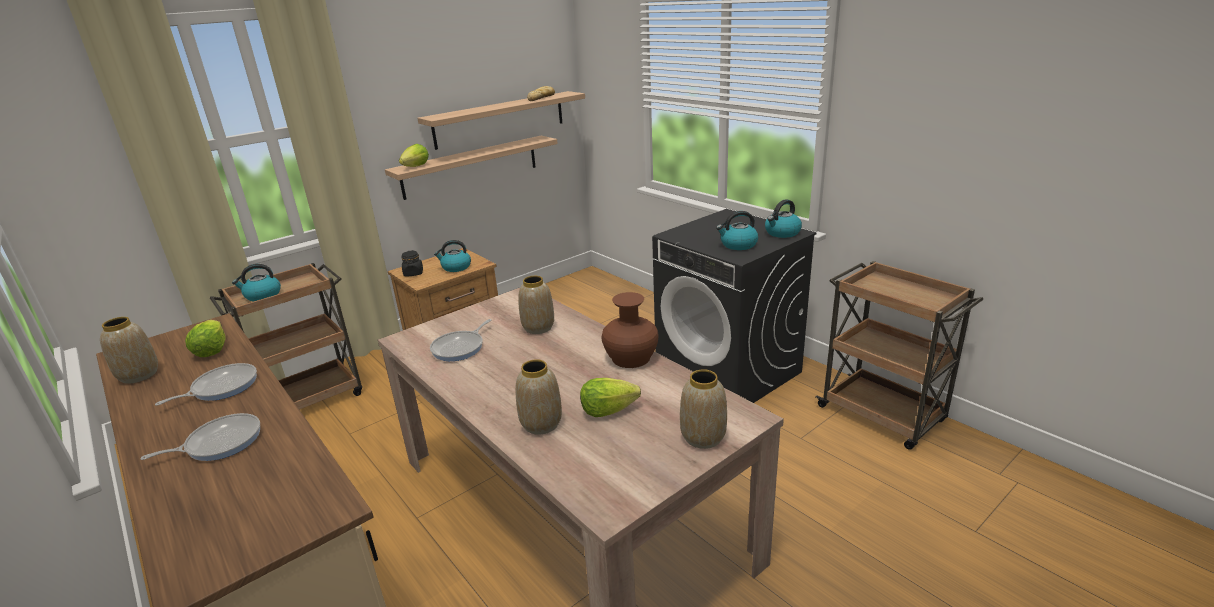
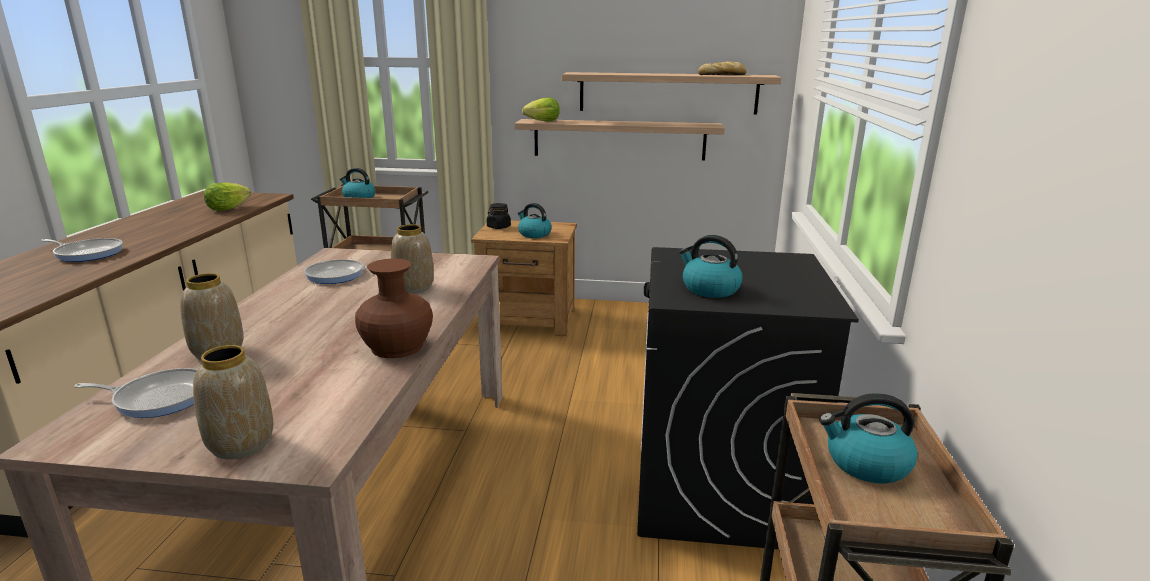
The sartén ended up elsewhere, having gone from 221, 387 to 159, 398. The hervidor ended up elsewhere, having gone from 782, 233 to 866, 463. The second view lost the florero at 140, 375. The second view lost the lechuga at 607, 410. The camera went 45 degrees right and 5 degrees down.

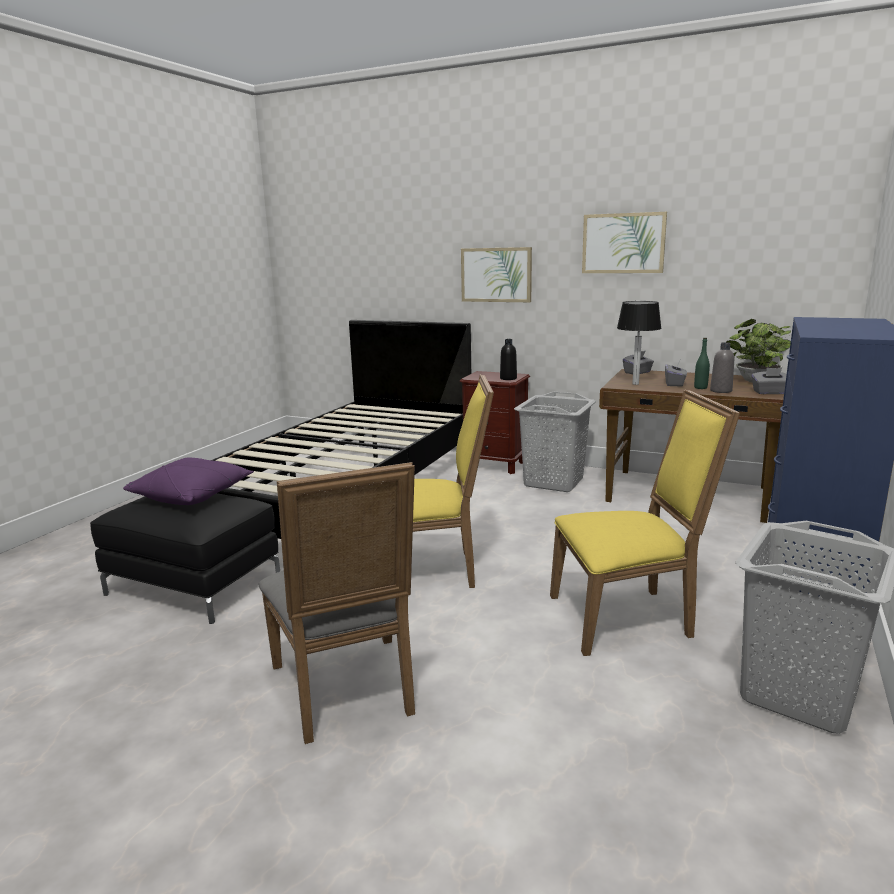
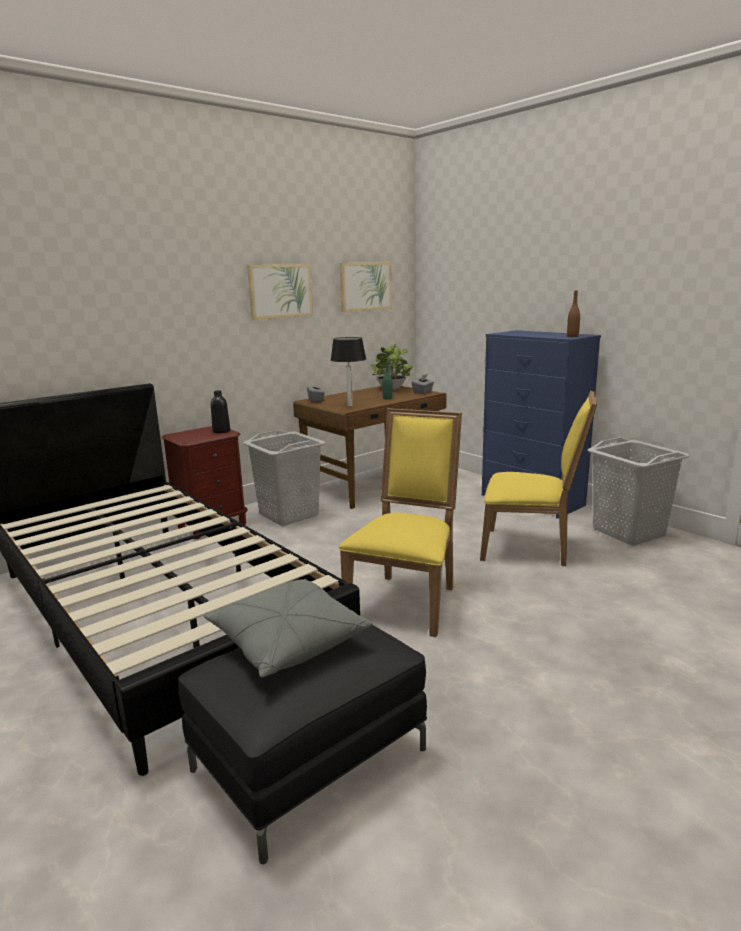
What was the cojín/morado at 193, 495 turned into the cojín/gris at 287, 642. The cuadro ended up elsewhere, having gone from 496, 275 to 365, 286. The silla/amarillo at 628, 617 ended up facing another way, 90 degrees clockwise from before. The second view gained the botella/marrón at 572, 336. The second view lost the silla/gris at 348, 693. The second view lost the caja de pañuelos/gris at 674, 384. The second view lost the botella/gris at 721, 391. The camera went 65 degrees left and 0 degrees up.

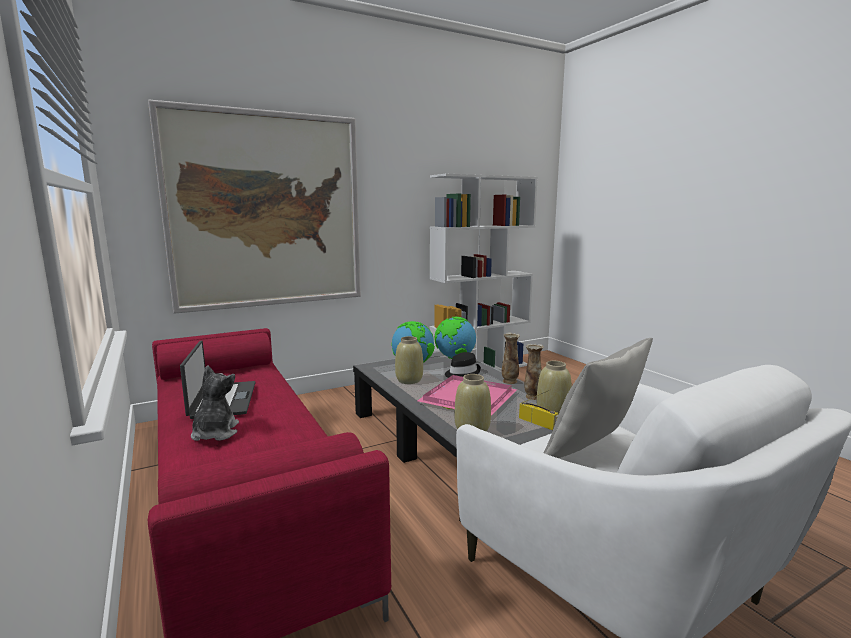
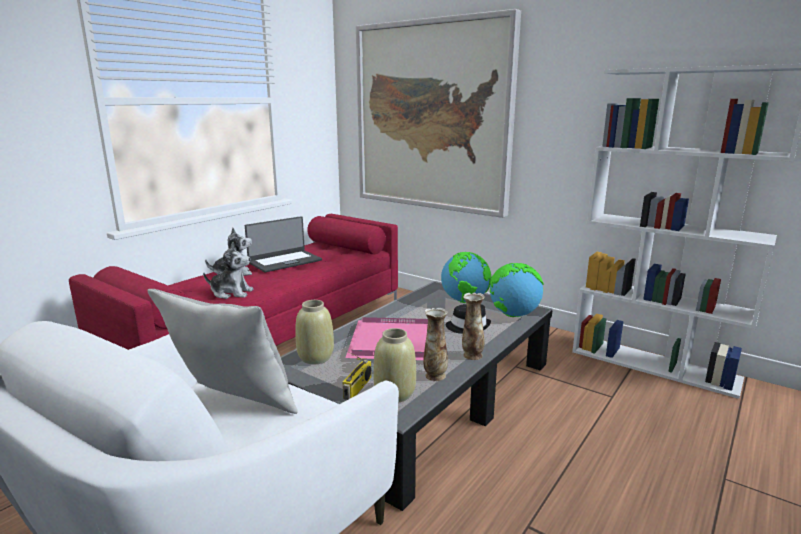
The second view gained the peluche at 231, 293. The second view lost the florero/beis at 409, 380. The camera went 65 degrees right and 5 degrees up.

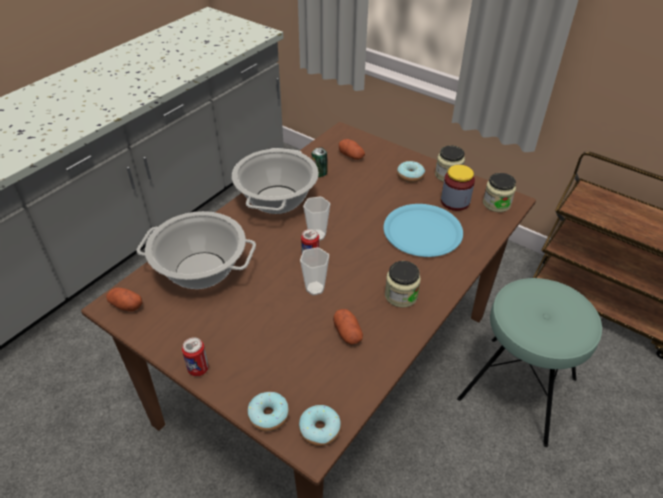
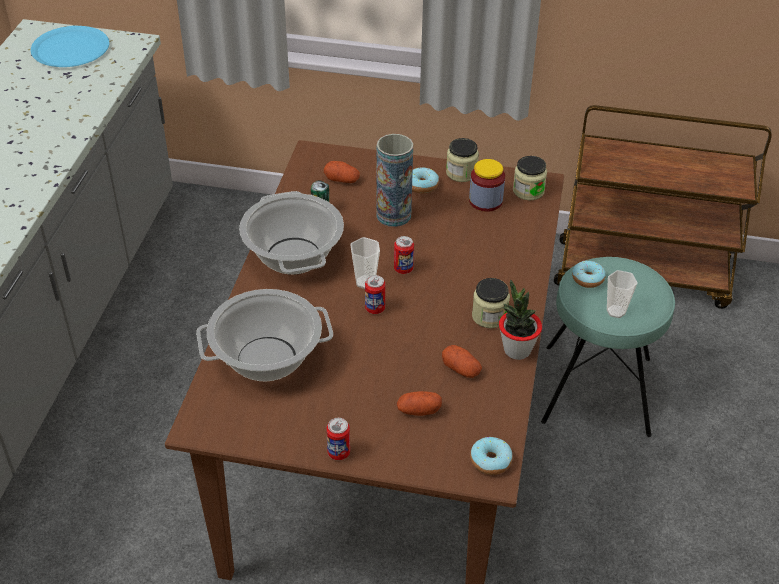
The plato/azul ended up elsewhere, having gone from 422, 231 to 70, 48. The second view gained the florero at 393, 215. The second view gained the lata at 403, 269. The patata ended up elsewhere, having gone from 126, 305 to 418, 410. The second view gained the planta en maceta at 517, 350. The rosquilla ended up elsewhere, having gone from 268, 415 to 587, 279. The taza ended up elsewhere, having gone from 315, 288 to 616, 311. The camera went 25 degrees left and 0 degrees up.

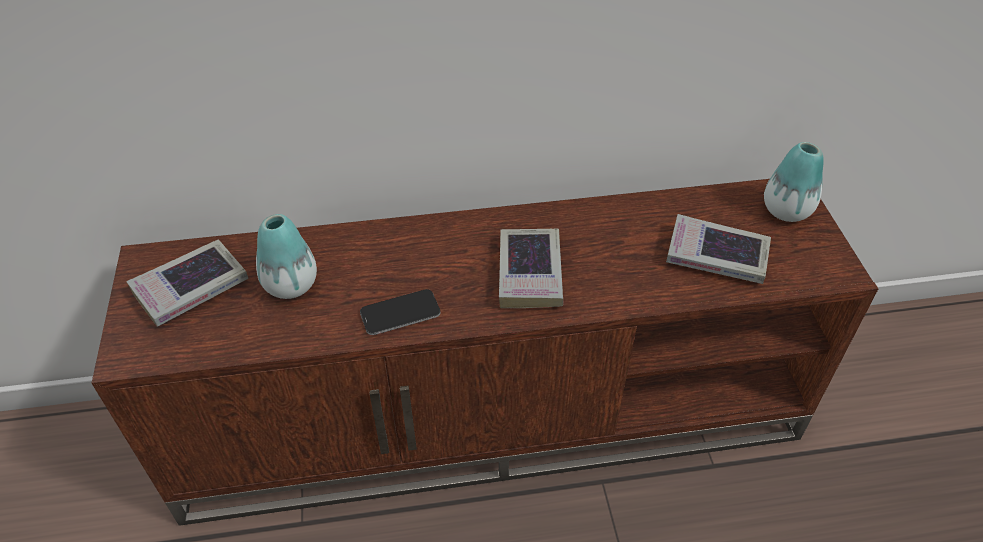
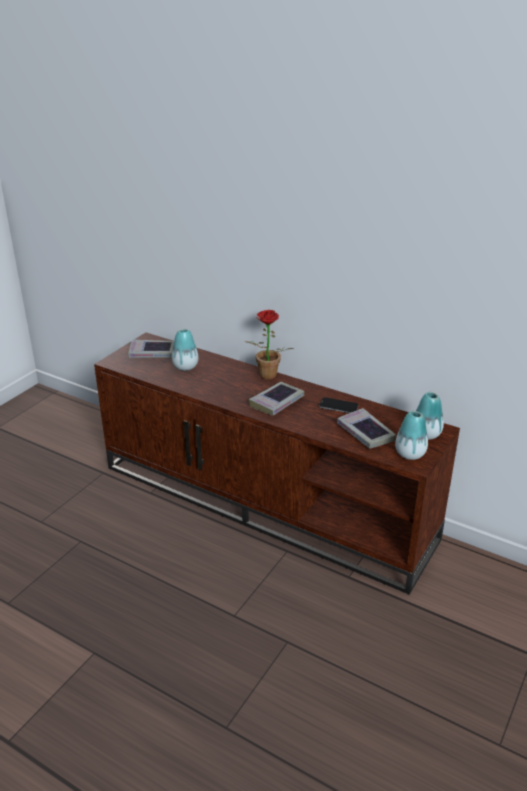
The second view gained the planta en maceta at 266, 376. The móvil ended up elsewhere, having gone from 400, 313 to 338, 406. The second view gained the florero at 410, 454. The camera went 40 degrees right and 15 degrees down.

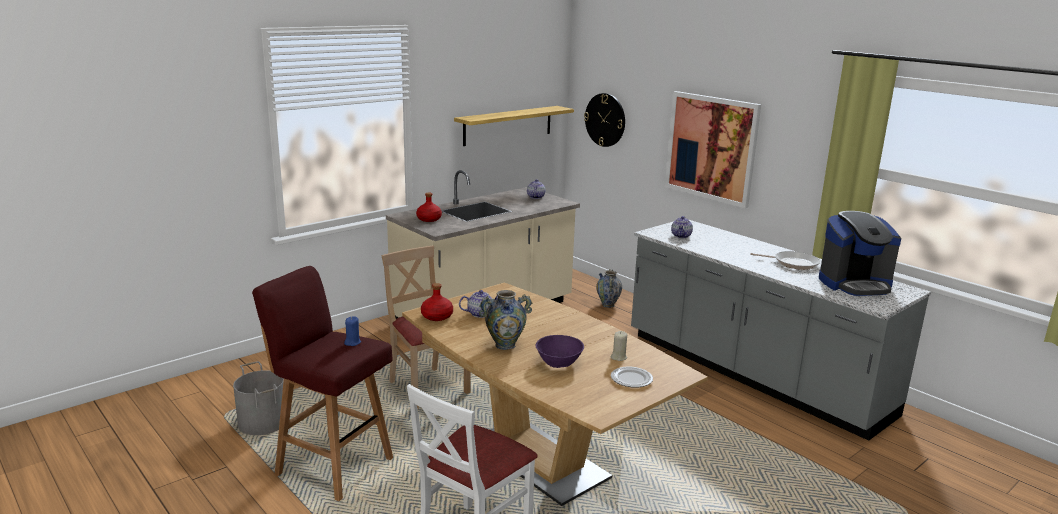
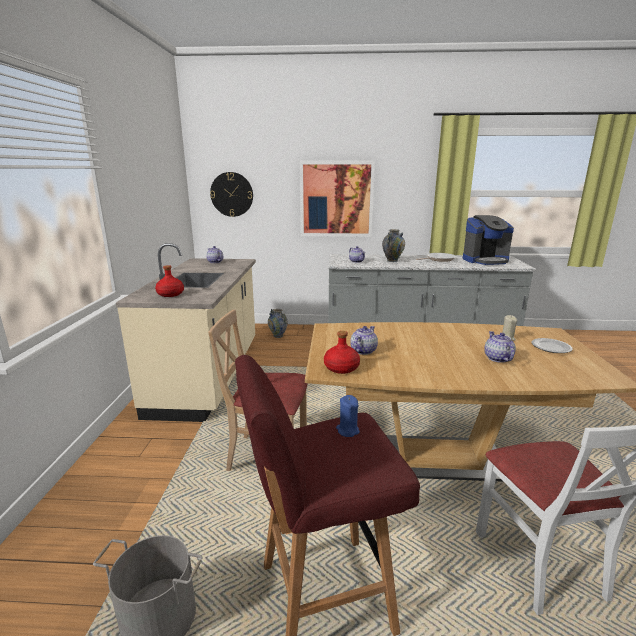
The florero ended up elsewhere, having gone from 505, 345 to 392, 260. The cafetera at 855, 284 ended up facing another way, 45 degrees clockwise from before. Where the cuenco/morado stood at 558, 362, the tetera came to stand at 497, 358. The second view lost the estante at 508, 125. The camera went 45 degrees left and 0 degrees up.

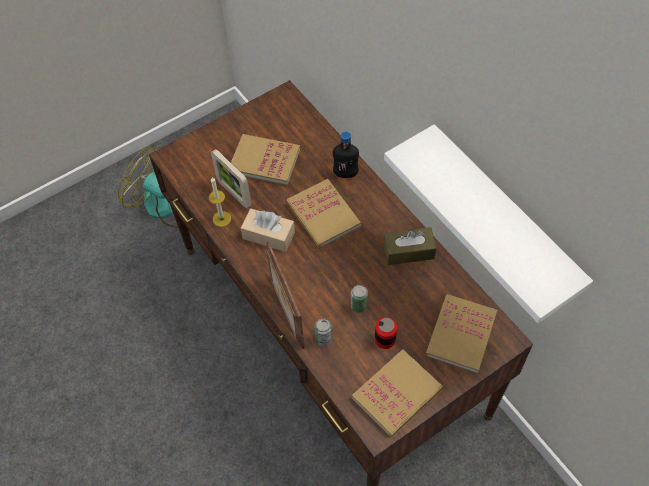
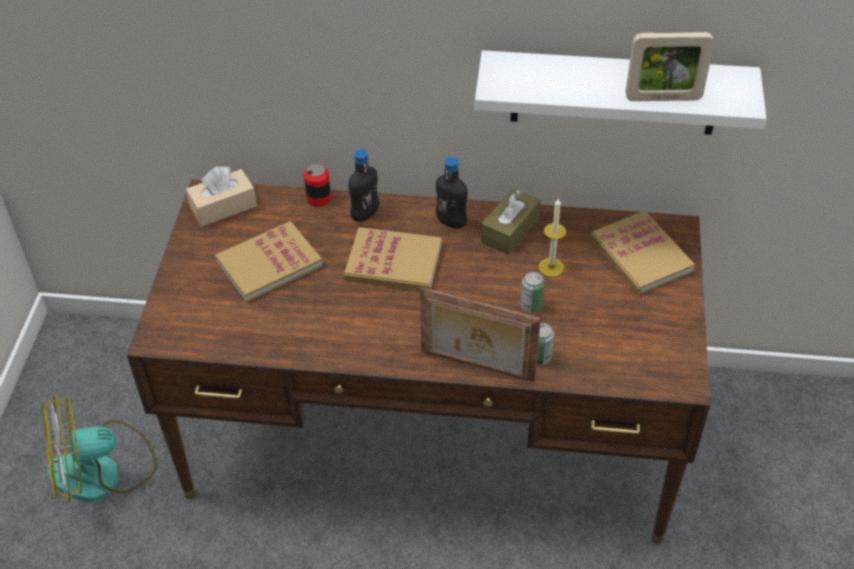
The caja de pañuelos/beis ended up elsewhere, having gone from 268, 235 to 223, 207. The lata ended up elsewhere, having gone from 385, 339 to 318, 199. The second view gained the botella/negro at 451, 222. The vela ended up elsewhere, having gone from 222, 219 to 551, 267. The portarretratos ended up elsewhere, having gone from 234, 194 to 663, 98. The second view lost the libro at 396, 394. The camera went 50 degrees left and 10 degrees down.

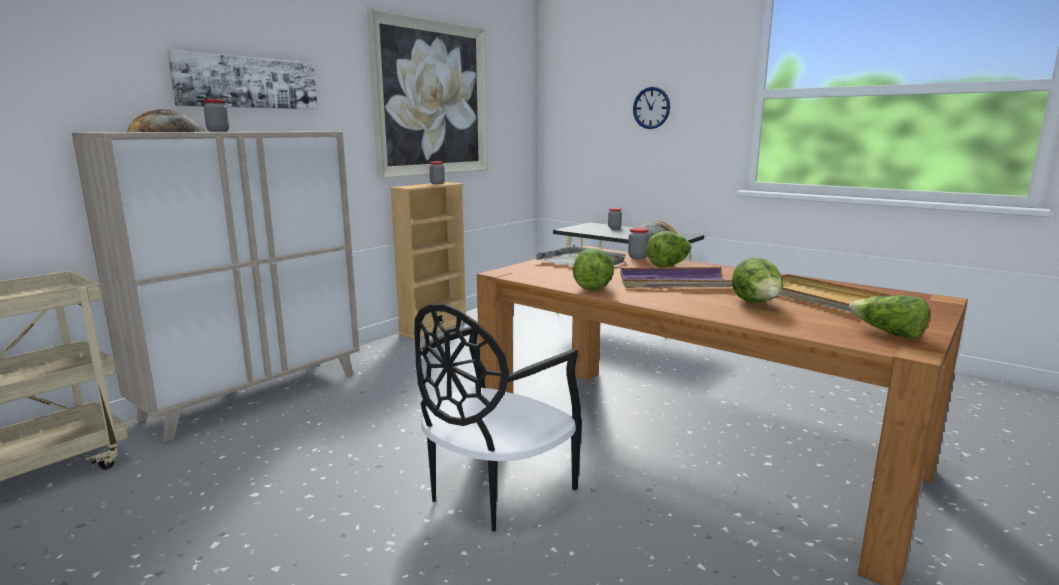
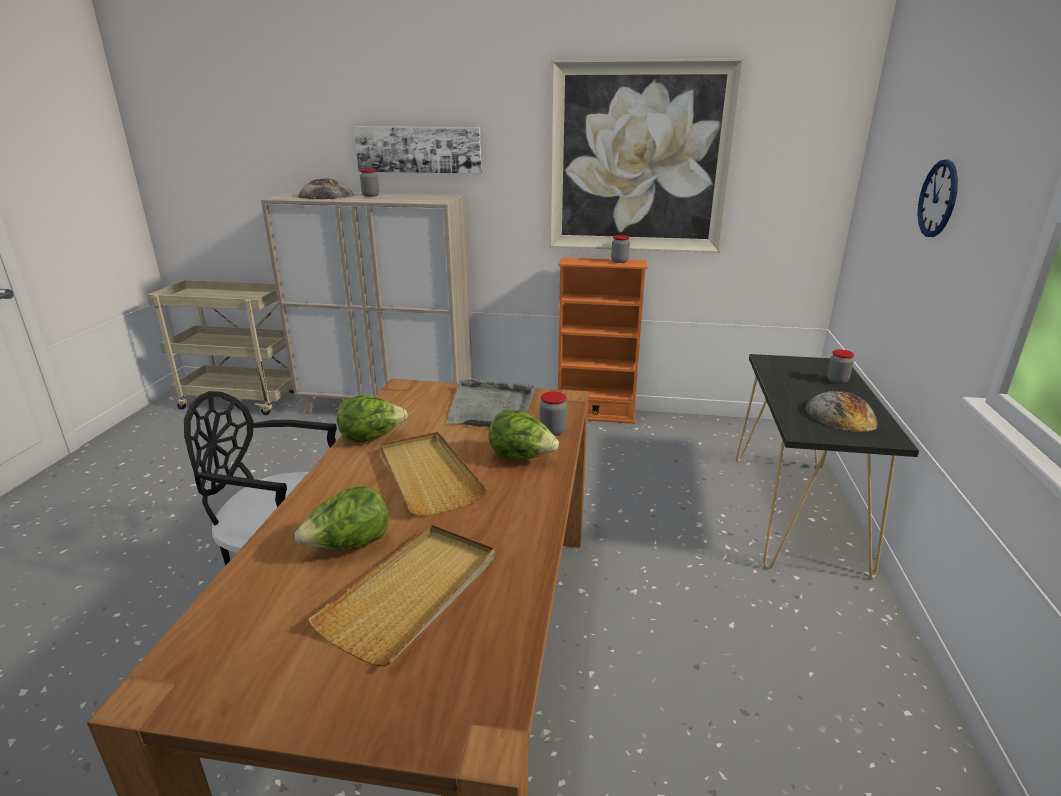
What was the bandeja/morado at 673, 282 turned into the bandeja/beis at 428, 476. What was the estantería/beis at 433, 327 turned into the estantería/naranja at 595, 415. The second view lost the lechuga at 888, 333. The camera went 60 degrees right and 10 degrees up.

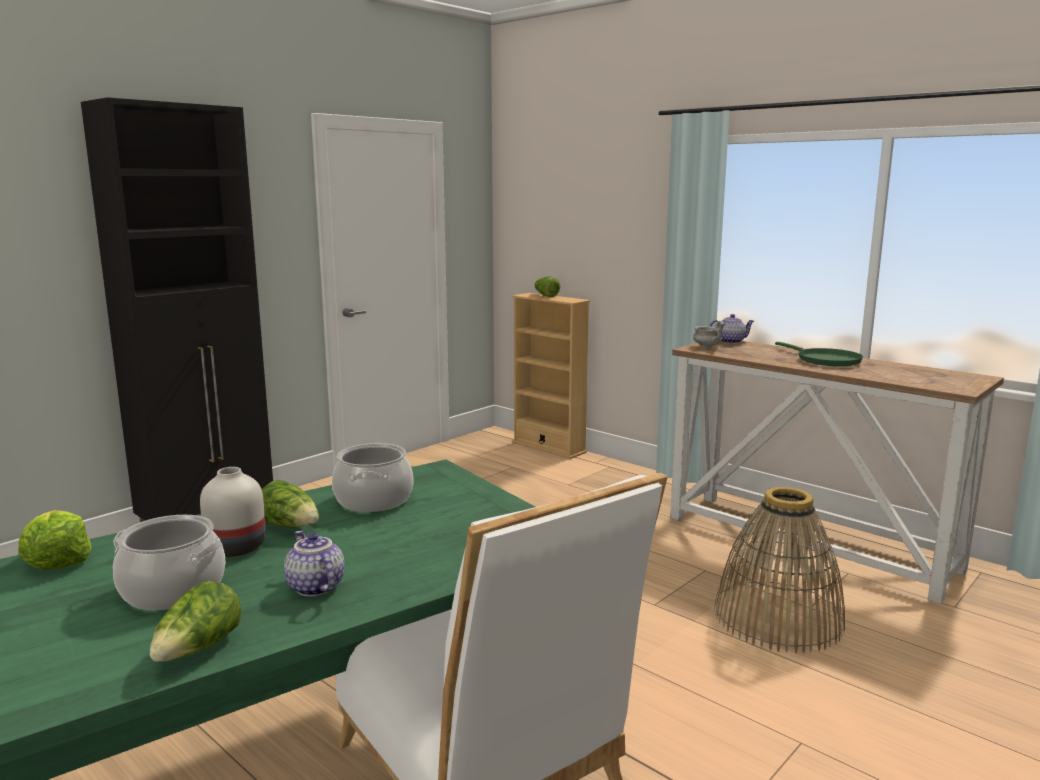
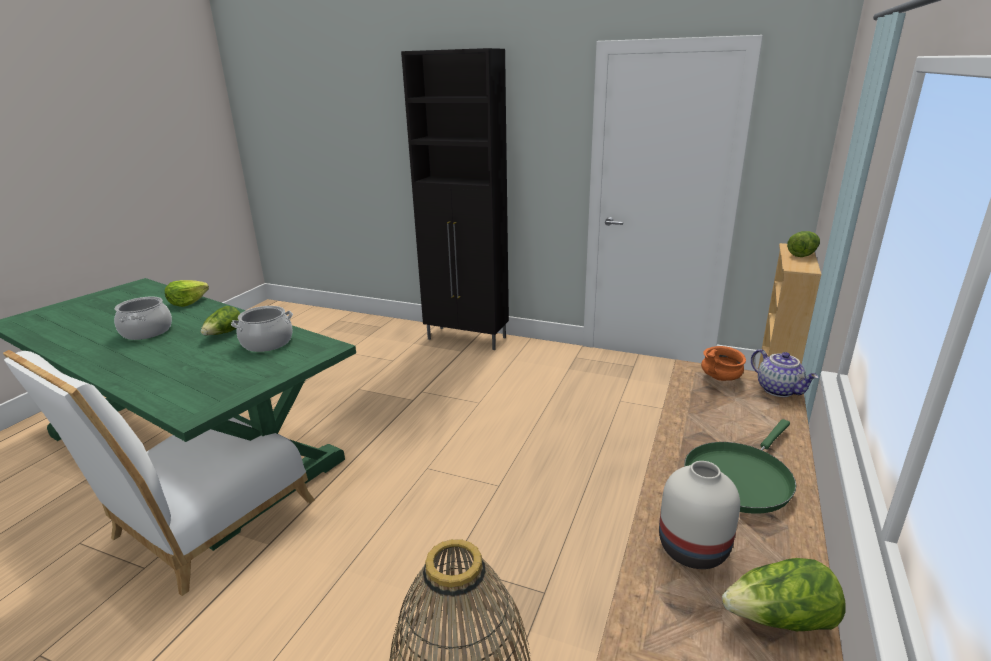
The florero/blanco ended up elsewhere, having gone from 237, 548 to 692, 550. What was the cuenco/gris at 708, 346 turned into the cuenco/naranja at 720, 378. The lechuga ended up elsewhere, having gone from 198, 650 to 780, 619. The second view lost the tetera at 314, 587. The camera went 70 degrees right and 10 degrees up.

